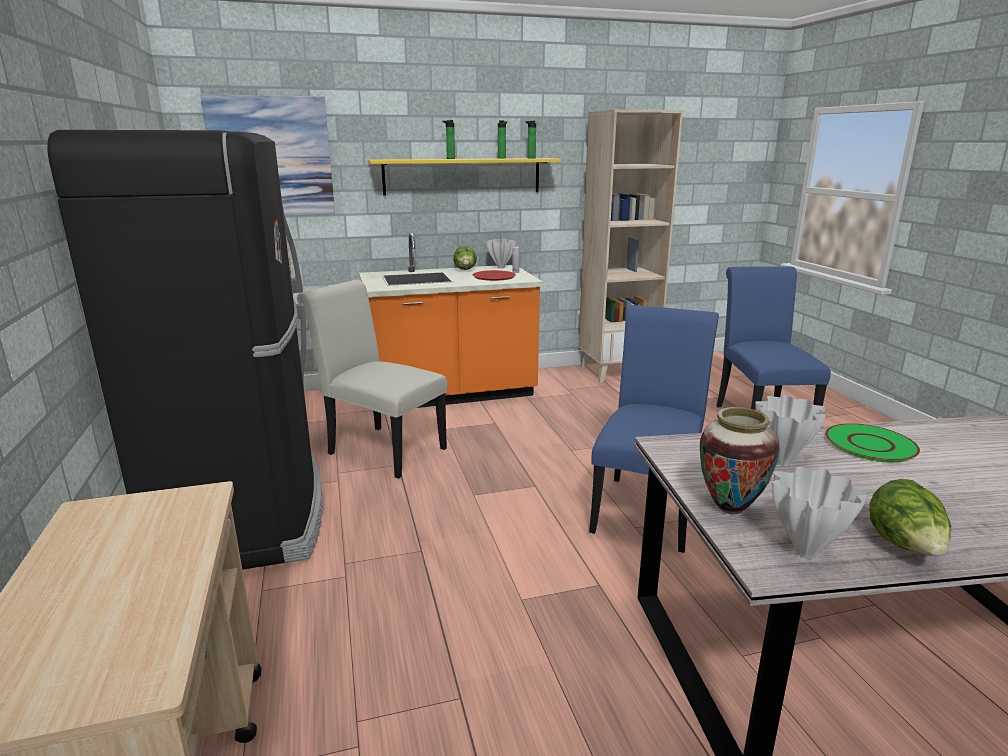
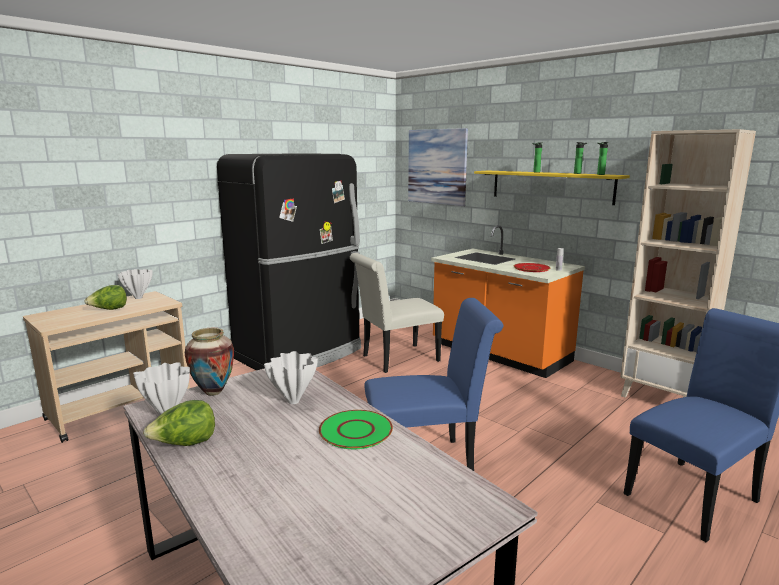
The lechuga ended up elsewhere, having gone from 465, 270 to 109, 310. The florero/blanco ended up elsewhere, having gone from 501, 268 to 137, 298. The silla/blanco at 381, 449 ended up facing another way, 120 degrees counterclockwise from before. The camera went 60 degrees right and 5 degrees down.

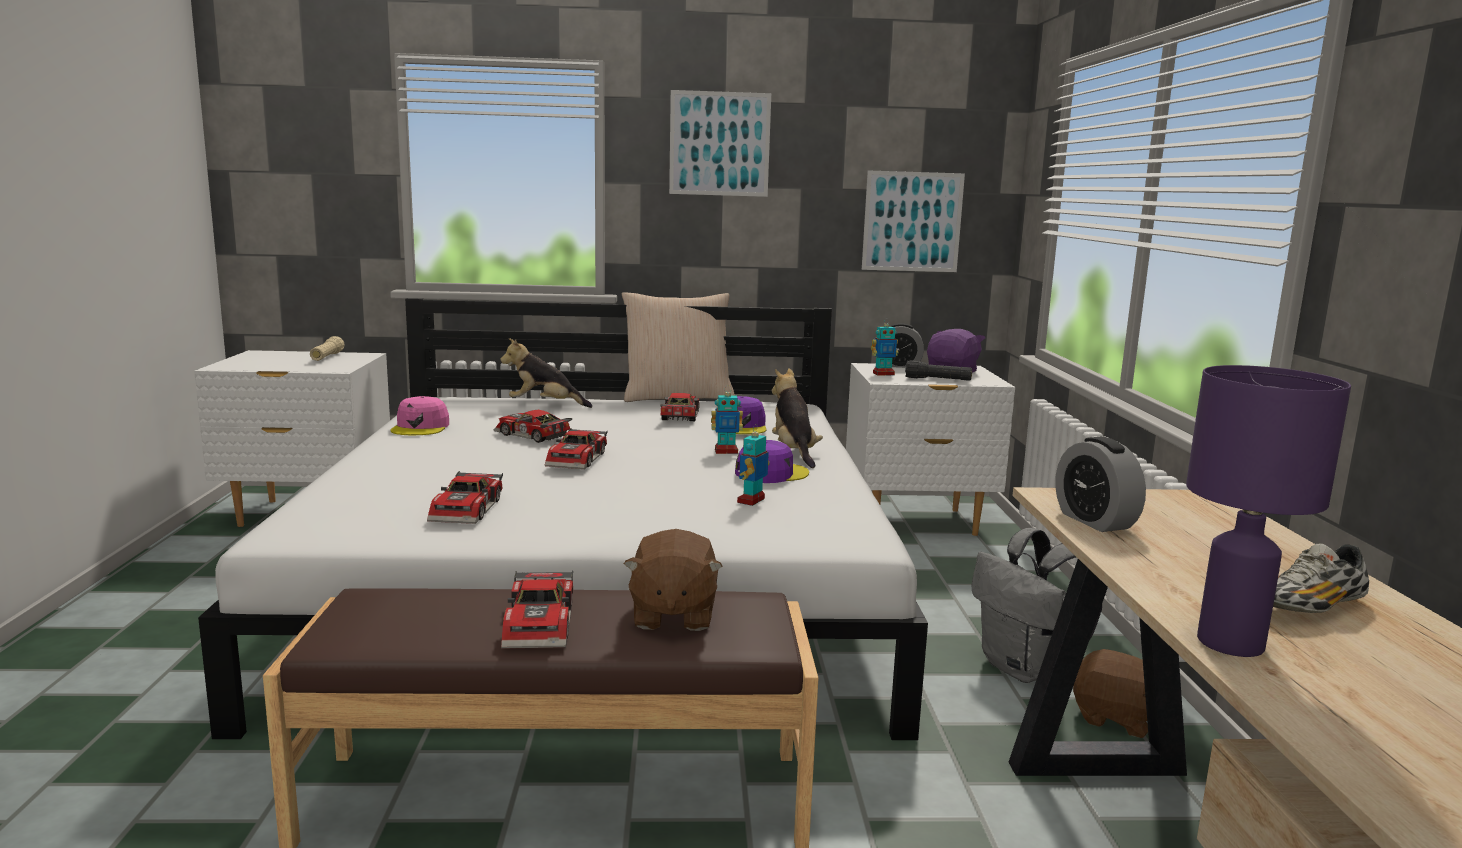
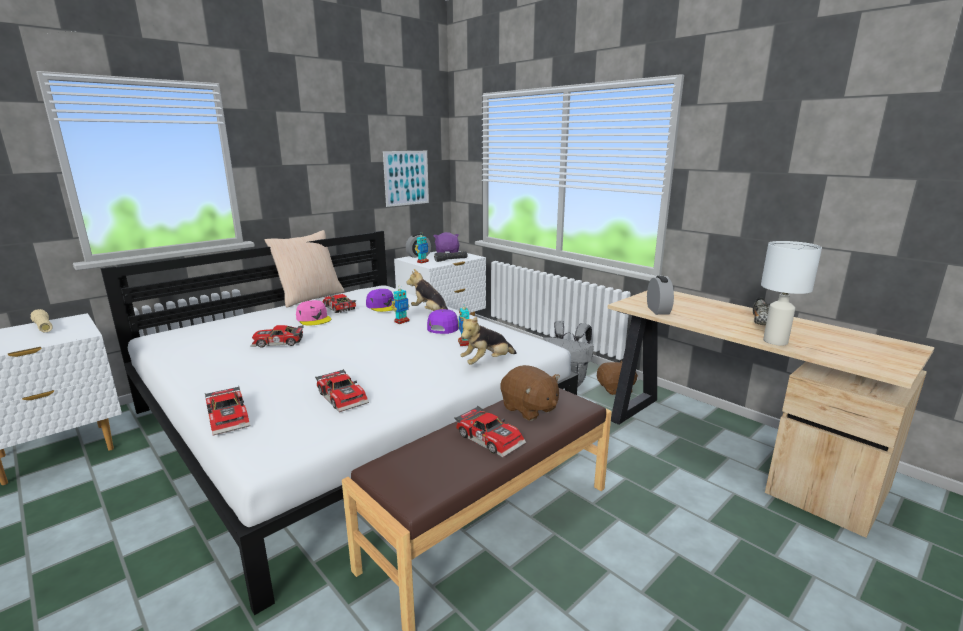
The coche de juguete ended up elsewhere, having gone from 579, 459 to 230, 417. The gorra/rosa ended up elsewhere, having gone from 421, 427 to 314, 319. The peluche ended up elsewhere, having gone from 545, 405 to 487, 362. The despertador at 1094, 521 ended up facing another way, 120 degrees counterclockwise from before. What was the lámpara de mesa/morado at 1231, 642 turned into the lámpara de mesa/blanco at 775, 341. The second view lost the cuadro at 719, 144. The camera went 40 degrees left and 5 degrees up.

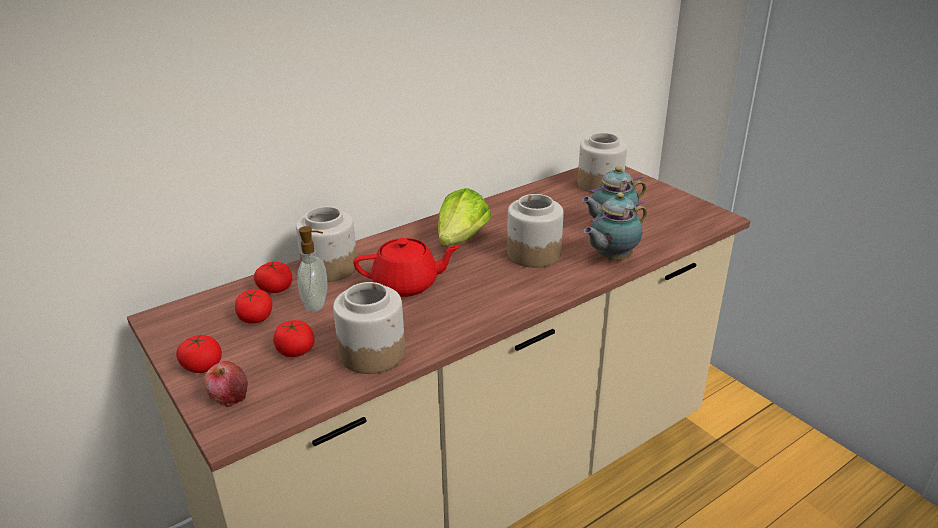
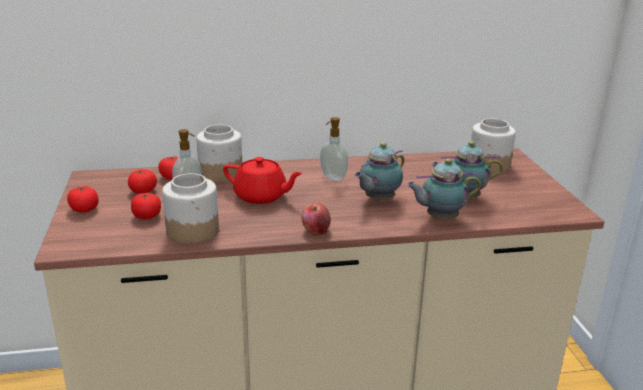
The manzana ended up elsewhere, having gone from 229, 397 to 315, 230. Where the lechuga stood at 462, 239, the dispensador de jabón came to stand at 332, 178. Where the tarro stood at 533, 254, the tetera came to stand at 377, 200. The camera went 25 degrees right and 5 degrees down.

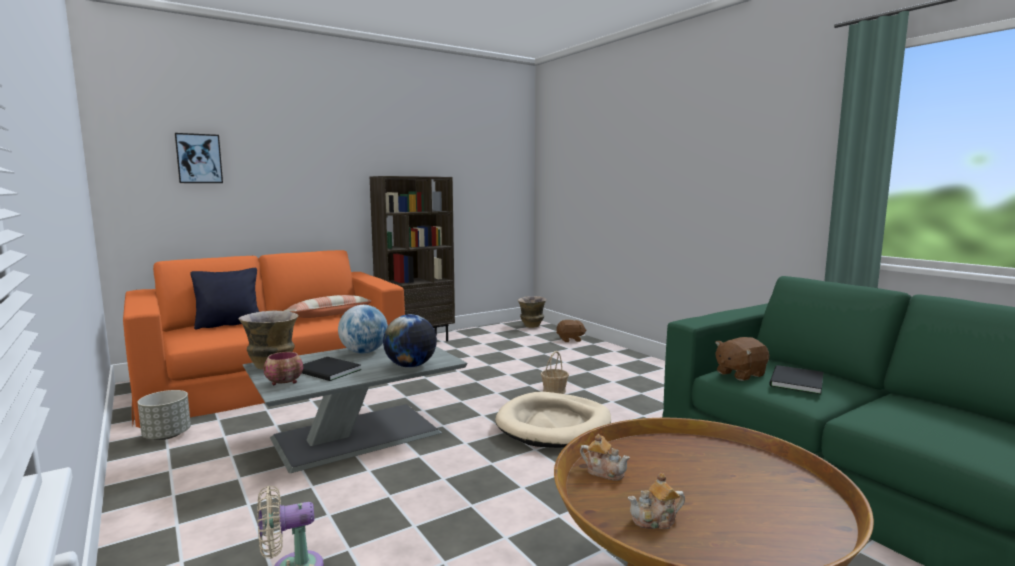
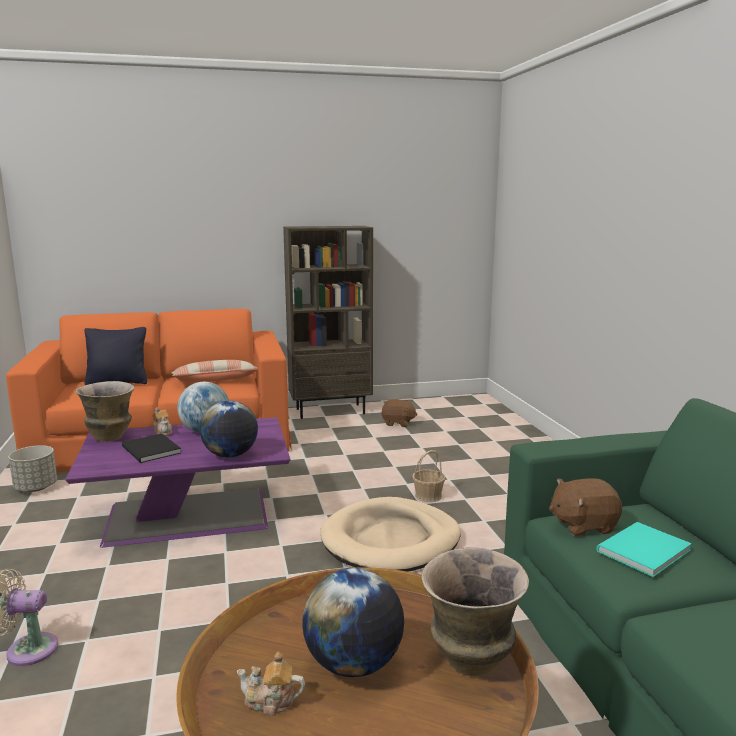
What was the mesa de centro/gris at 359, 434 turned into the mesa de centro/morado at 191, 515. The tetera ended up elsewhere, having gone from 604, 472 to 163, 431. The second view gained the globo terráqueo at 353, 664. The peluche/marrón ended up elsewhere, having gone from 570, 340 to 398, 423. The florero ended up elsewhere, having gone from 532, 326 to 470, 662. What was the libro/negro at 794, 381 turned into the libro/turquesa at 640, 550. The second view lost the cuadro at 199, 158. The second view lost the cuenco at 285, 383. The camera went 20 degrees right and 5 degrees up.

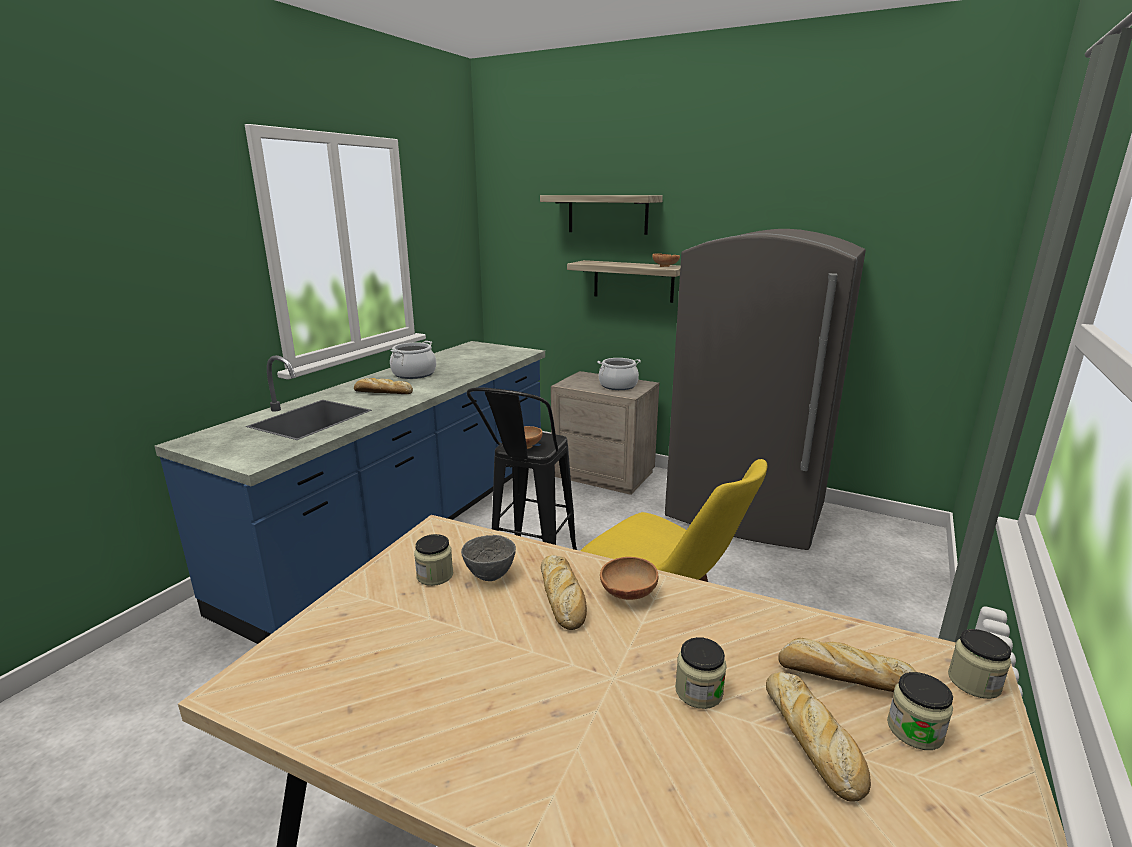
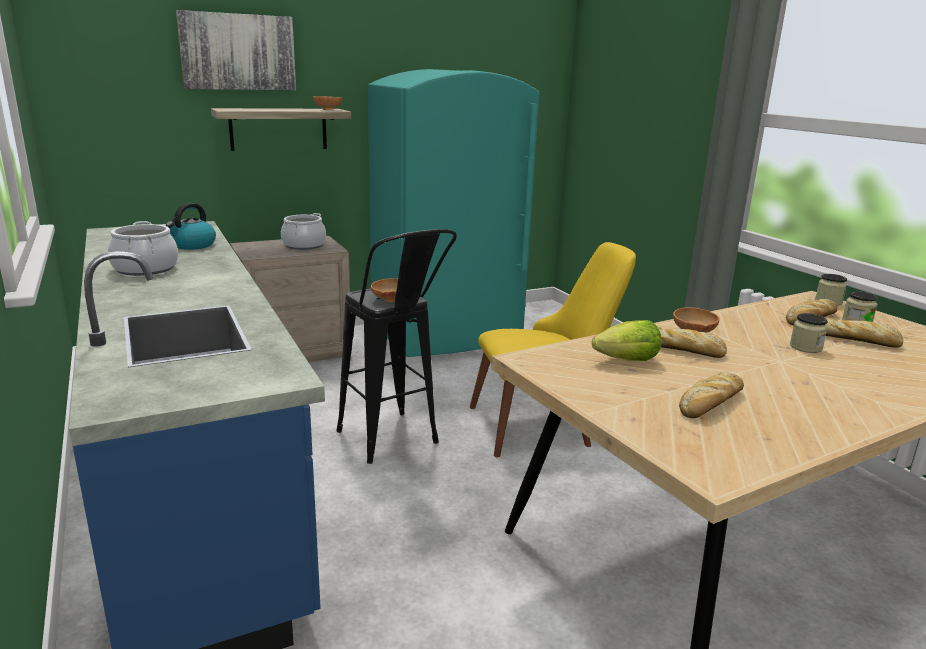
The second view gained the hervidor at 192, 245. Where the estante hung at 607, 214, the cuadro came to hang at 238, 52. What was the nevera/gris at 745, 513 turned into the nevera/turquesa at 447, 334. Where the cuenco/gris stood at 489, 576, the lechuga came to stand at 628, 360. The pan ended up elsewhere, having gone from 382, 392 to 710, 403. The second view lost the tarro at 435, 575. The camera went 55 degrees left and 0 degrees up.

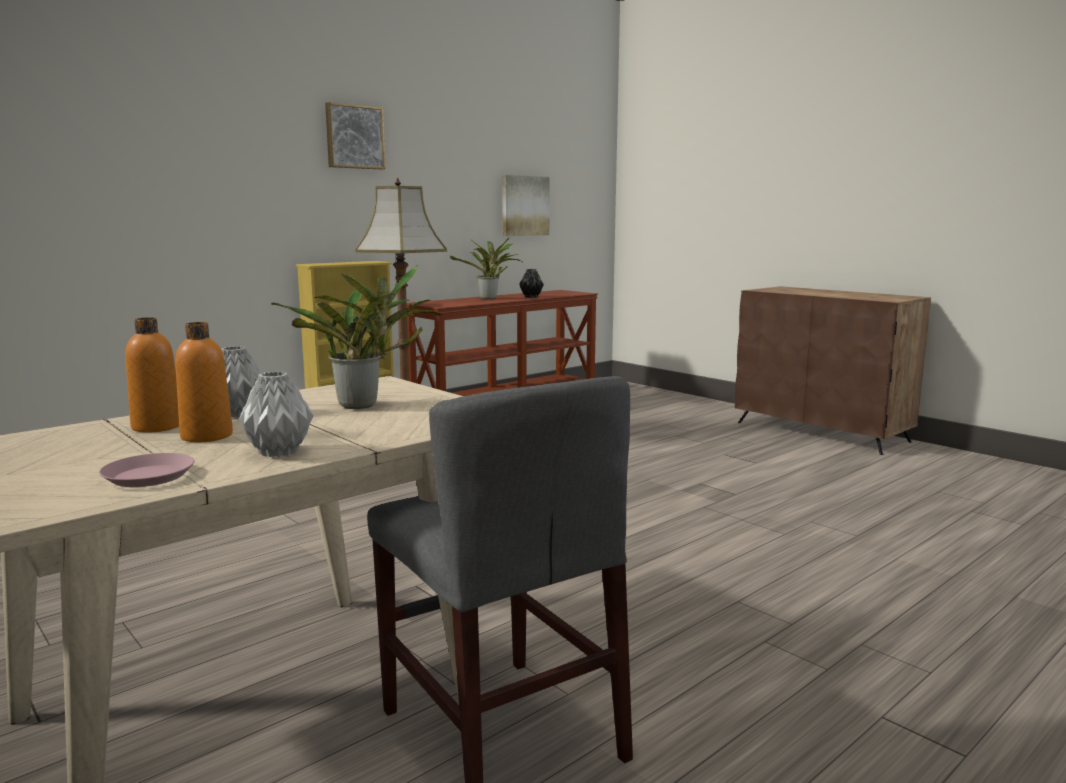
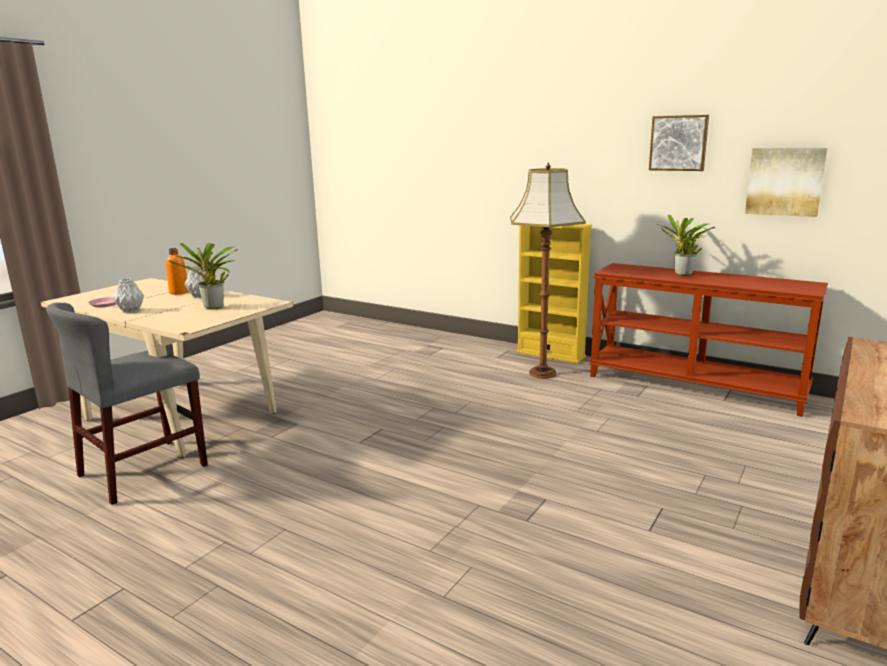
The cuadro ended up elsewhere, having gone from 354, 137 to 678, 143. The second view lost the botella/naranja at 207, 436. The second view lost the florero/negro at 531, 297. The camera went 75 degrees right and 5 degrees up.

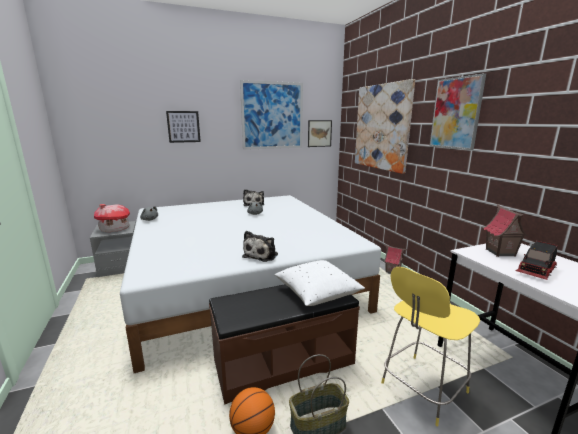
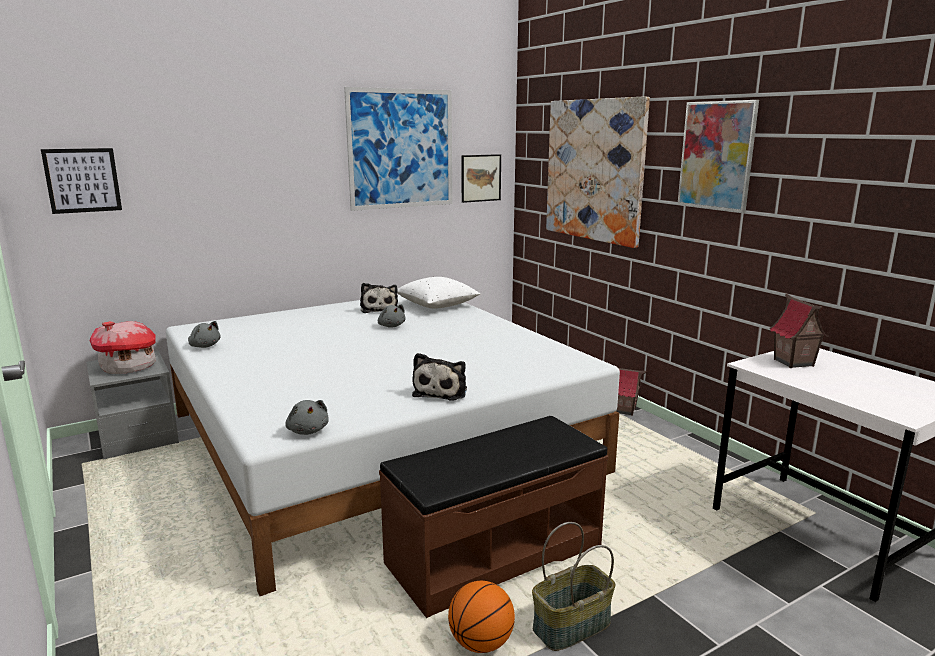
The cuadro ended up elsewhere, having gone from 183, 126 to 82, 180. The second view gained the peluche/gris at 308, 430. The cojín/blanco ended up elsewhere, having gone from 317, 294 to 437, 305. The second view lost the taburete/amarillo at 422, 389. The second view lost the camión de juguete at 537, 271. The camera went 10 degrees left and 0 degrees up.

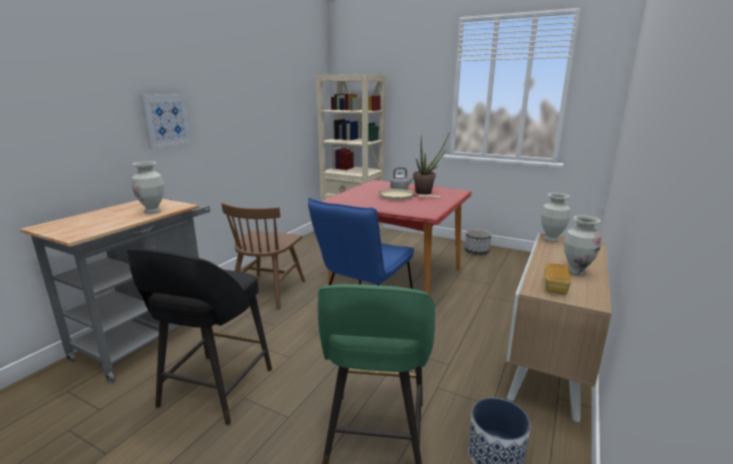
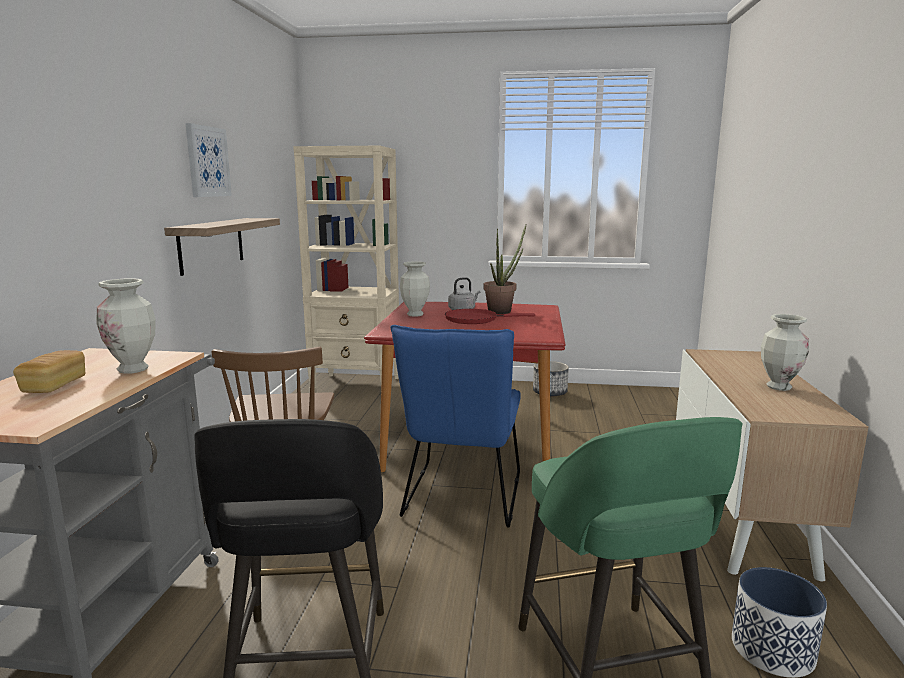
The pan ended up elsewhere, having gone from 555, 287 to 54, 386. The second view gained the estante at 211, 244. The cuadro ended up elsewhere, having gone from 167, 120 to 207, 162. The florero ended up elsewhere, having gone from 551, 239 to 415, 315. What was the sartén/beis at 399, 197 turned into the sartén/rojo at 475, 320. The camera went 20 degrees left and 5 degrees down.

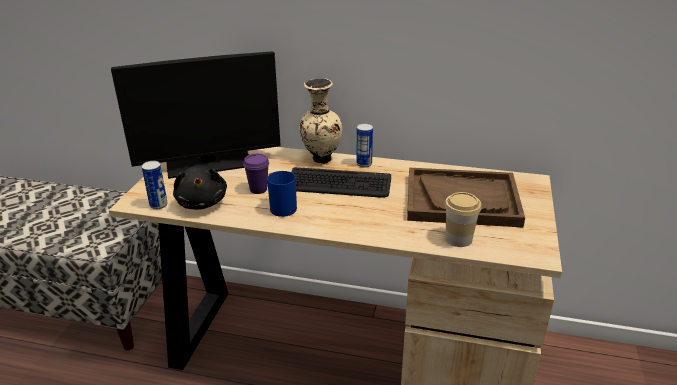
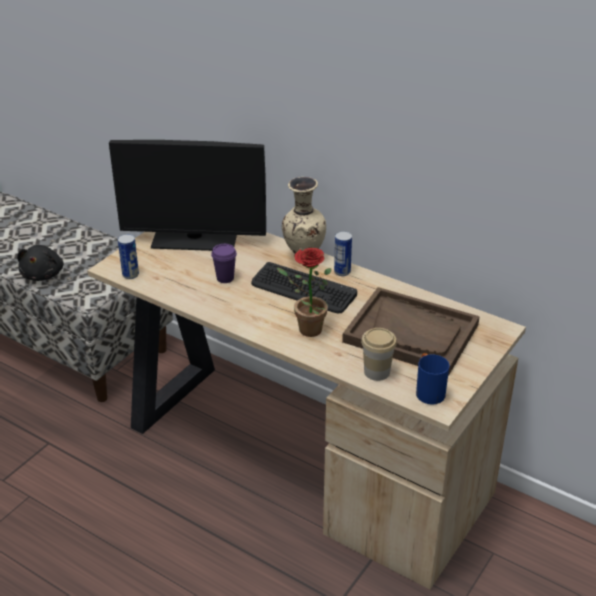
The peluche/negro ended up elsewhere, having gone from 202, 202 to 43, 274. The second view gained the planta en maceta at 305, 329. The taza grande/azul ended up elsewhere, having gone from 280, 207 to 428, 391. The camera went 20 degrees right and 5 degrees up.

